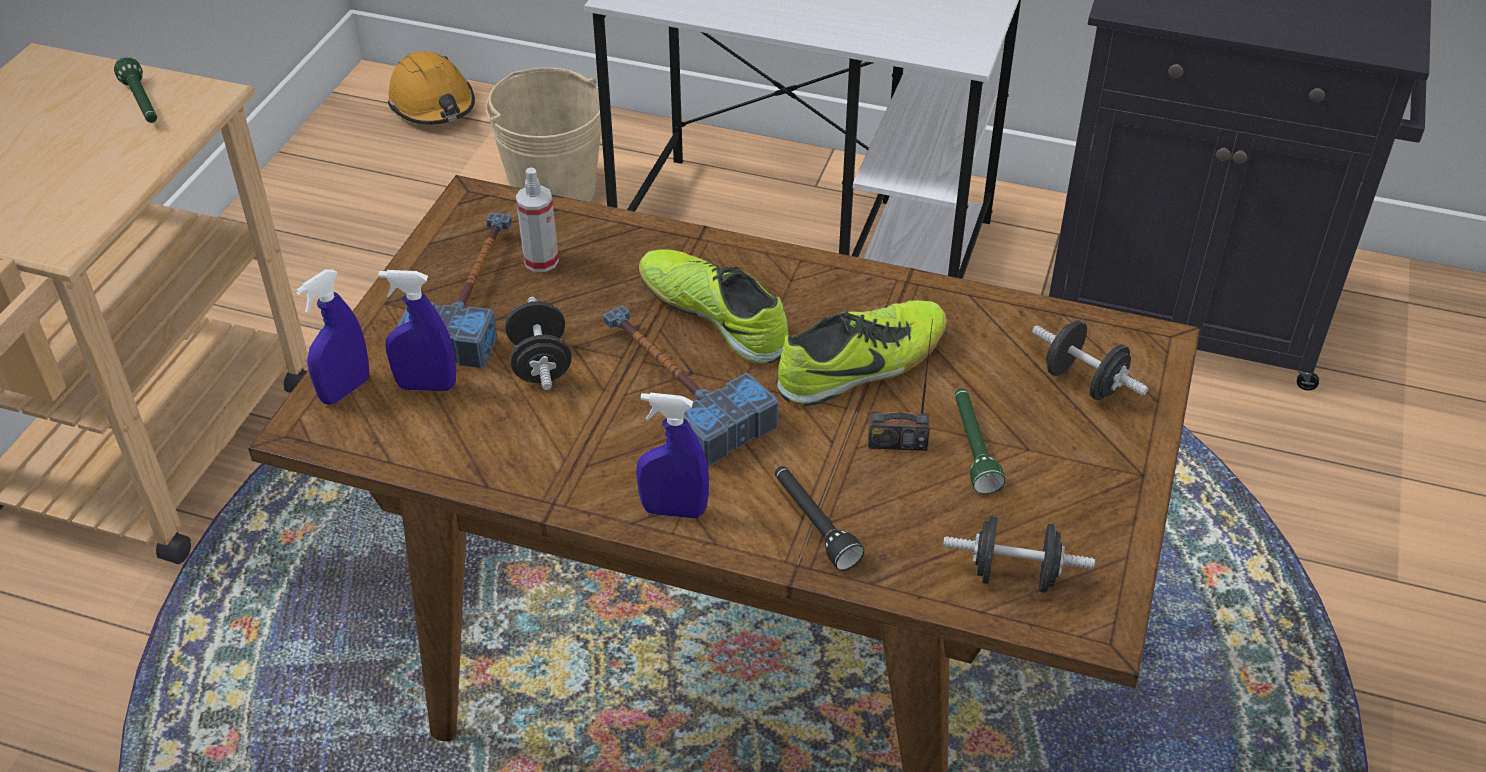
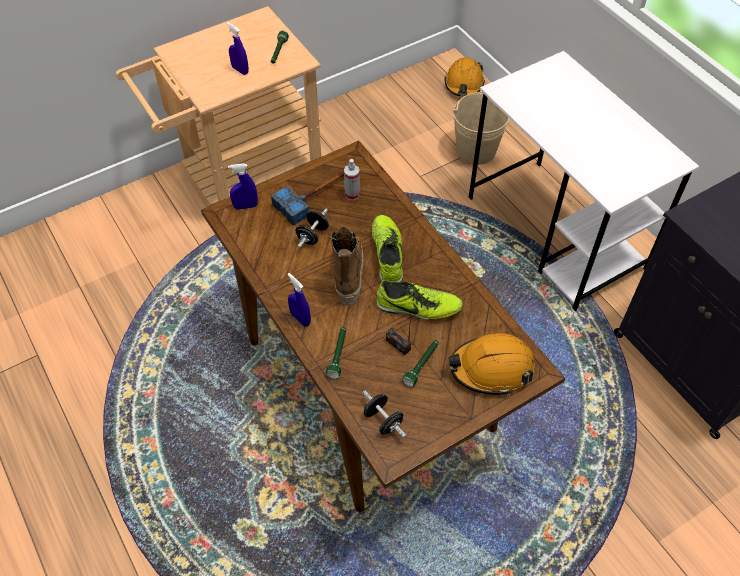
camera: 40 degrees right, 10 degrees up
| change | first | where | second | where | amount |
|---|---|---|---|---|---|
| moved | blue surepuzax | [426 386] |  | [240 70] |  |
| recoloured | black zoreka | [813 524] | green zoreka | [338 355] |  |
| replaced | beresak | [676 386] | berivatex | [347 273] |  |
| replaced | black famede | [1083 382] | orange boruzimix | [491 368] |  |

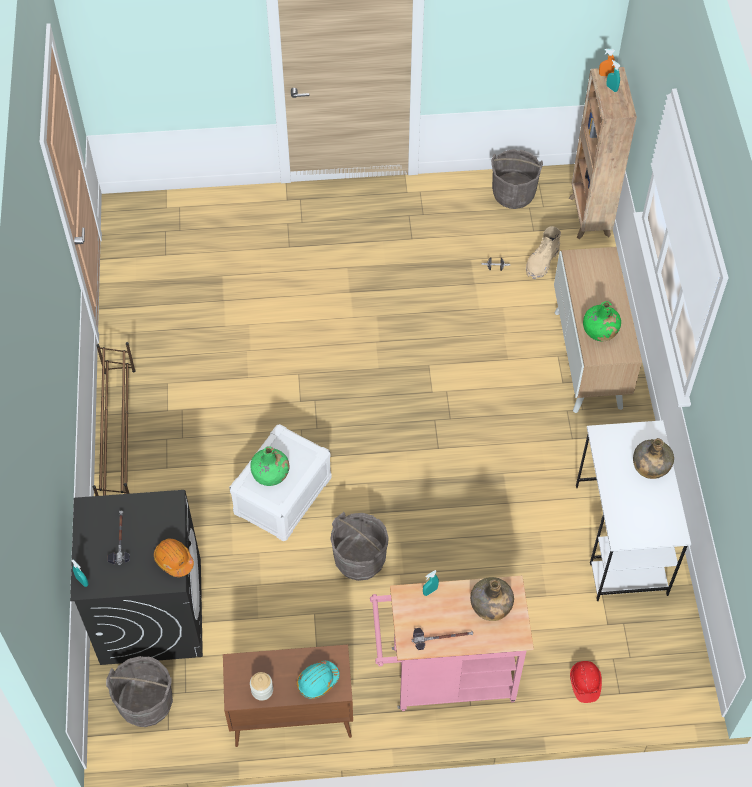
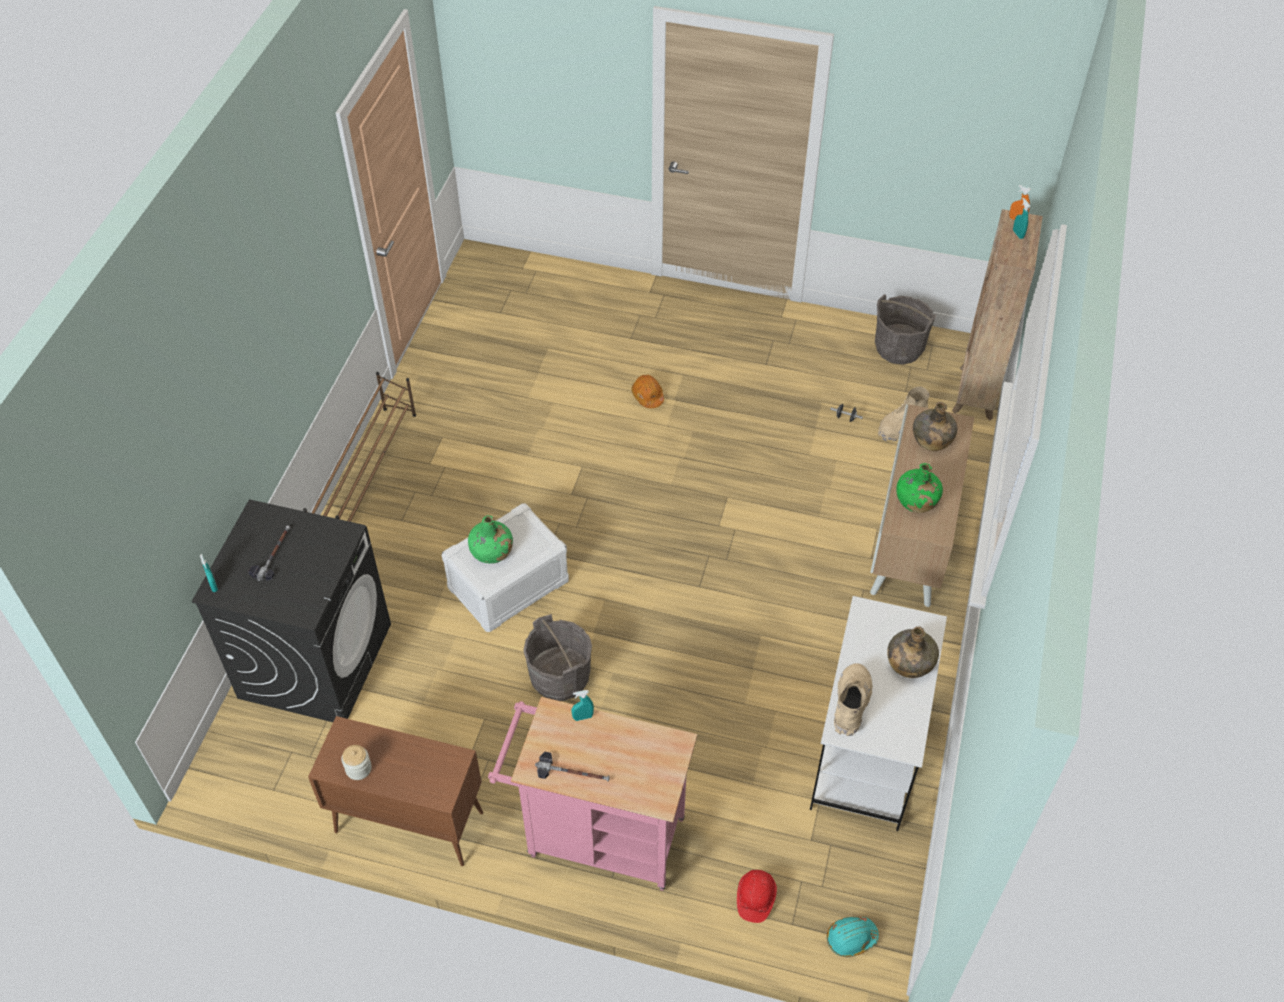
camera: 20 degrees right, 5 degrees down
| change | first | where | second | where | amount |
|---|---|---|---|---|---|
| moved | orange boruzimix | [174 560] |  | [647 396] |  |
| moved | turquoise boruzimix | [317 681] |  | [851 938] |  |
| added |  |  | beige berivatex | [851 703] |  |
| moved | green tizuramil | [490 605] |  | [931 439] |  |
| removed | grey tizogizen | [146 703] |  |  |  |

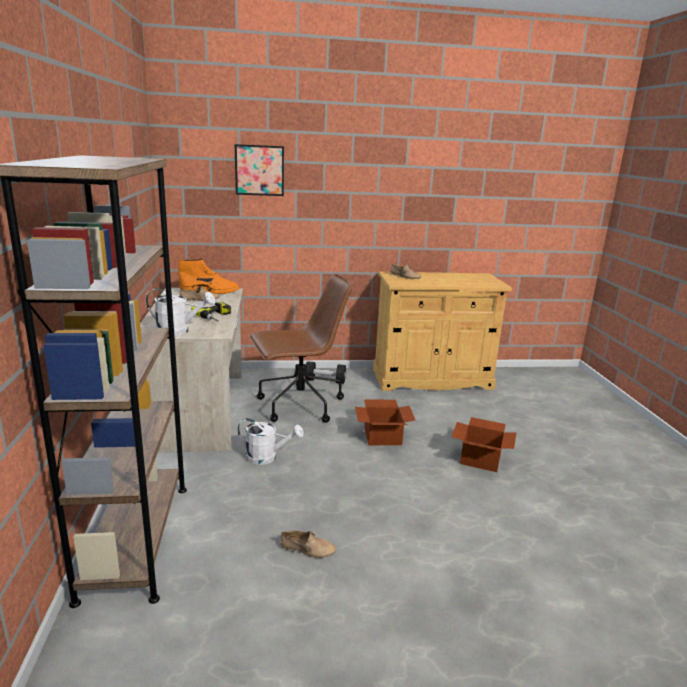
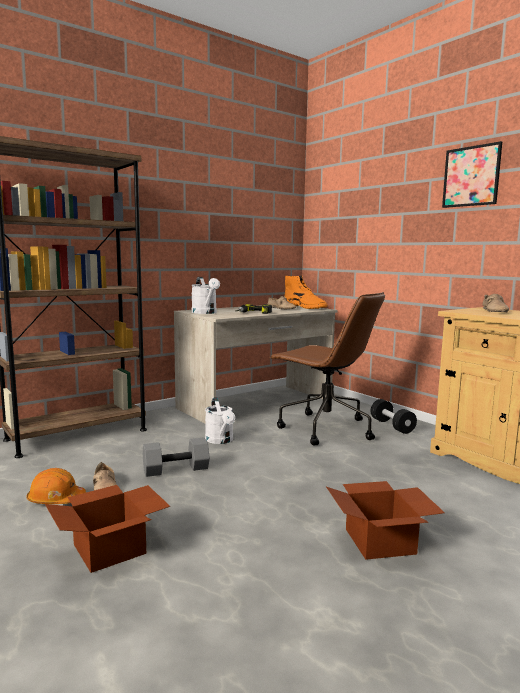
camera: 60 degrees right, 10 degrees down
| change | first | where | second | where | amount |
|---|---|---|---|---|---|
| added |  |  | orange boruzimix | [56 500] |  |
| moved | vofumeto | [383 436] |  | [112 549] |  |
| added |  |  | grey famede | [176 469] |  |
| moved | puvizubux | [259 170] |  | [471 176] |  |

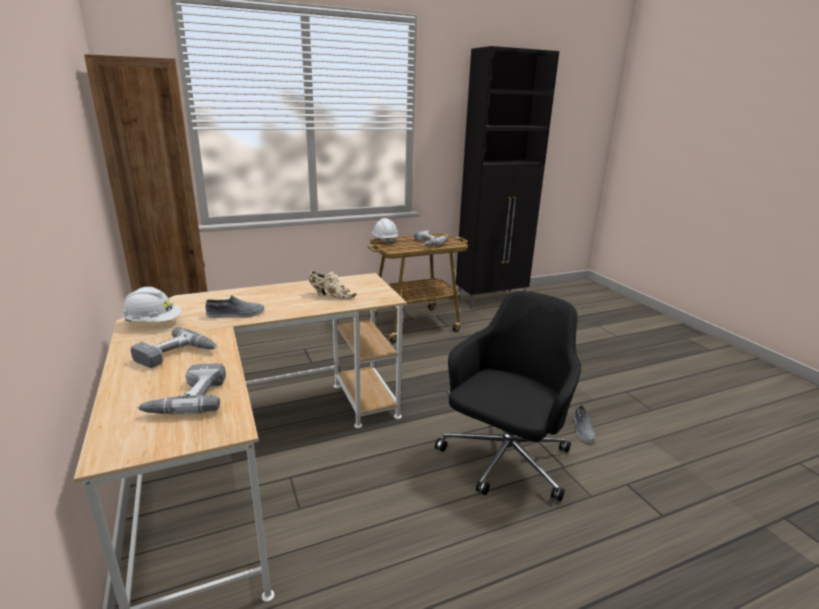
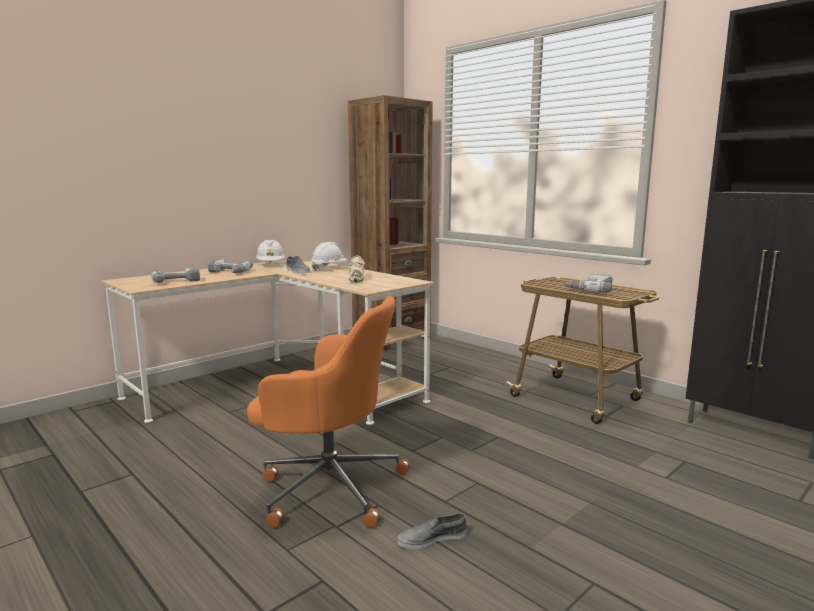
camera: 70 degrees right, 10 degrees down
| change | first | where | second | where | amount |
|---|---|---|---|---|---|
| recoloured | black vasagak | [504 460] | orange vasagak | [328 486] |  |
| moved | white boruzimix | [384 240] |  | [329 268] |  |

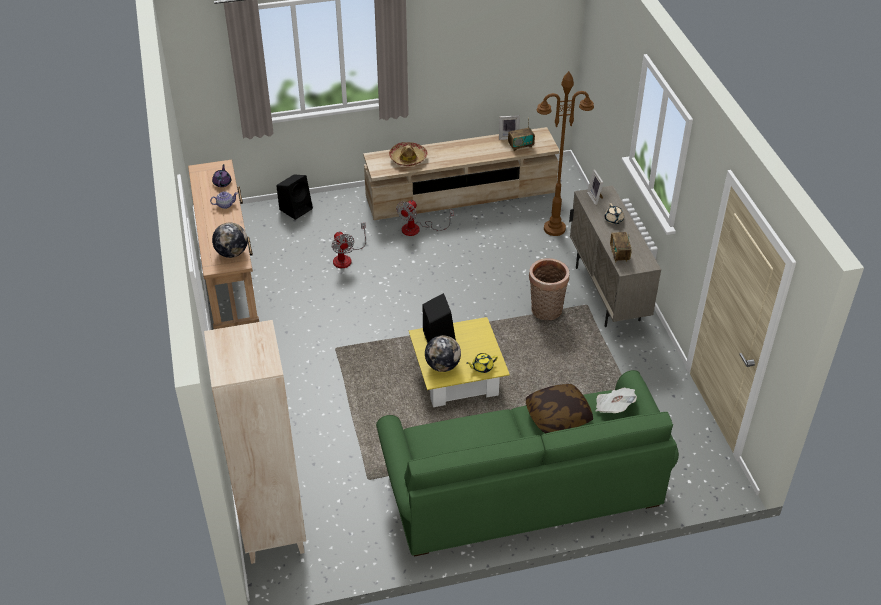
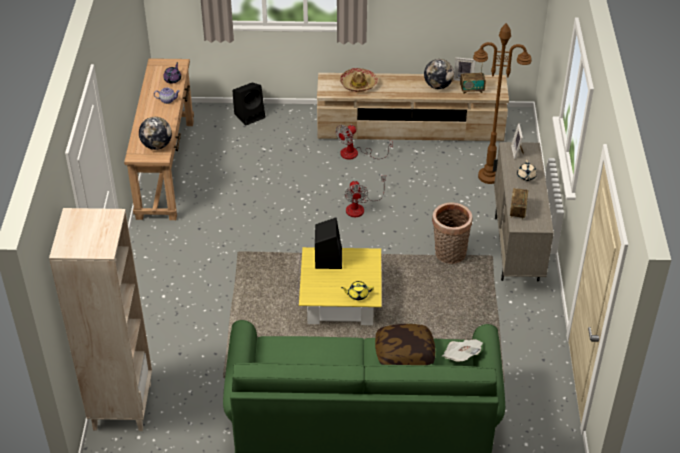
camera: 15 degrees right, 0 degrees up
| change | first | where | second | where | amount |
|---|---|---|---|---|---|
| moved | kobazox | [346 258] |  | [360 207] |  |
| moved | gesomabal | [442 366] |  | [438 86] |  |

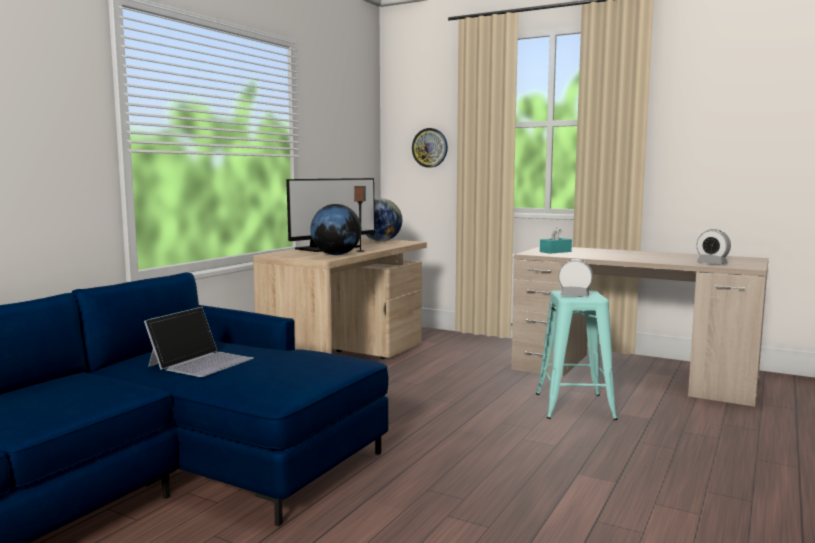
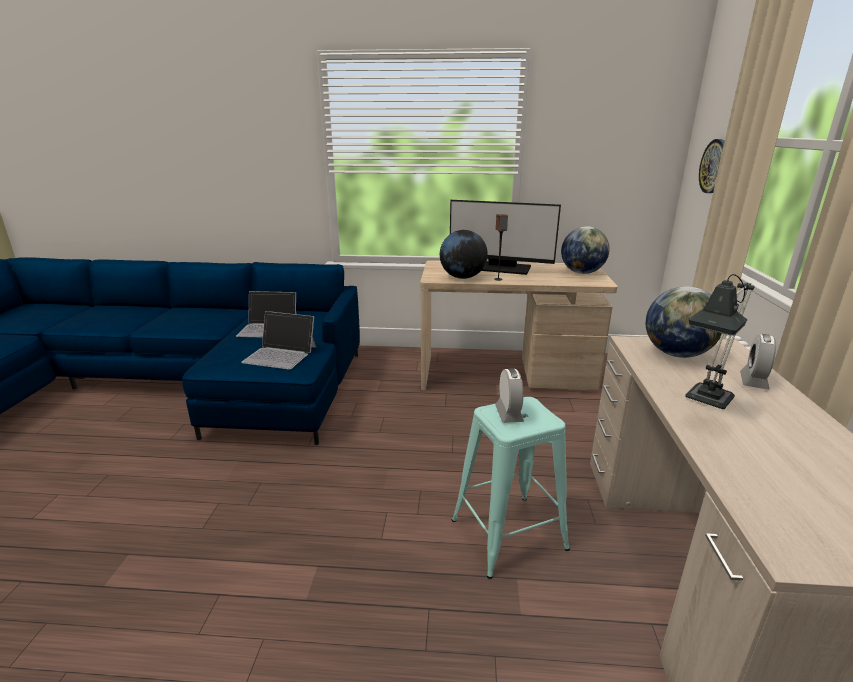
camera: 65 degrees right, 15 degrees up
| change | first | where | second | where | amount |
|---|---|---|---|---|---|
| added |  |  | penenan | [281 354] |  |
| replaced | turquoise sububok | [555 251] | gesomabal | [677 354] |  |
| added |  |  | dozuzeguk | [705 402] |  |
| moved | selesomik | [712 263] |  | [753 381] |  |

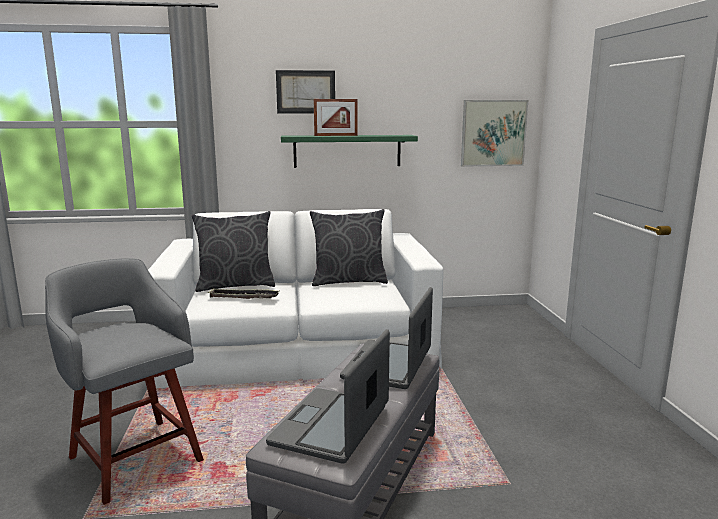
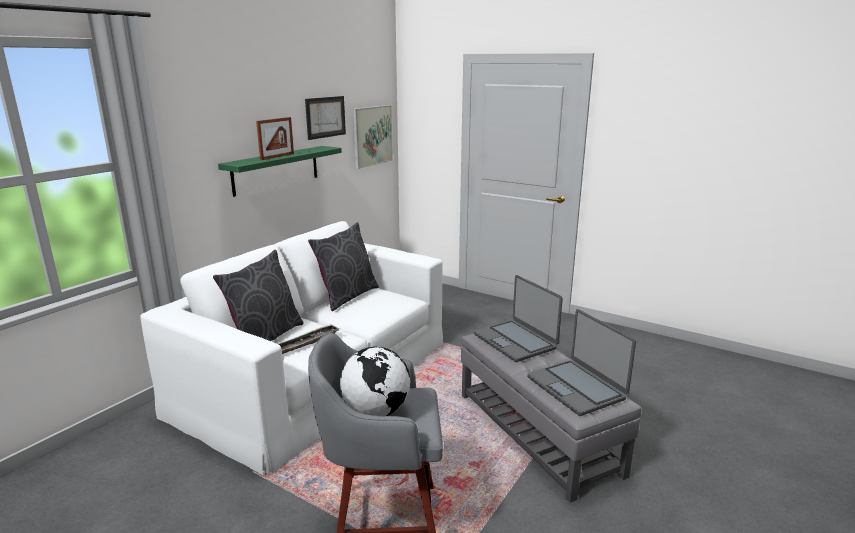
camera: 50 degrees left, 5 degrees up
| change | first | where | second | where | amount |
|---|---|---|---|---|---|
| moved | puvizubux | [305 92] |  | [325 117] |  |
| added |  |  | gesomabal | [376 411] |  |

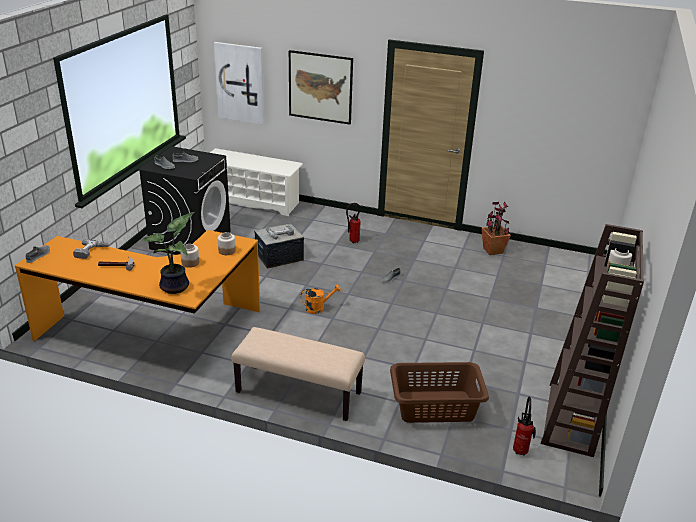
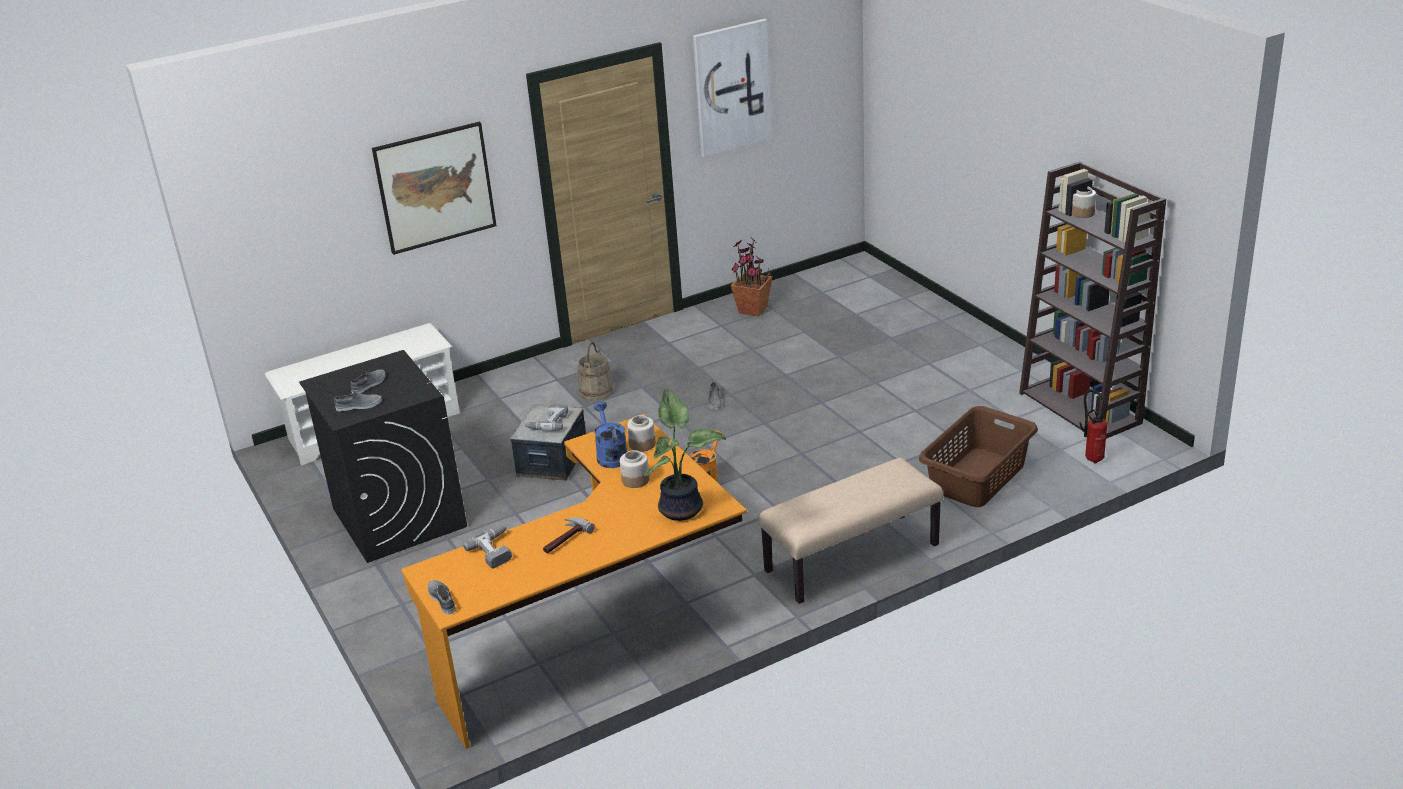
camera: 45 degrees left, 0 degrees up
| change | first | where | second | where | amount |
|---|---|---|---|---|---|
| replaced | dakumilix | [352 241] | beige tizogizen | [596 392] |  |
| added |  |  | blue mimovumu | [610 455] |  |
| moved | puvizubux | [240 83] |  | [731 87] |  |

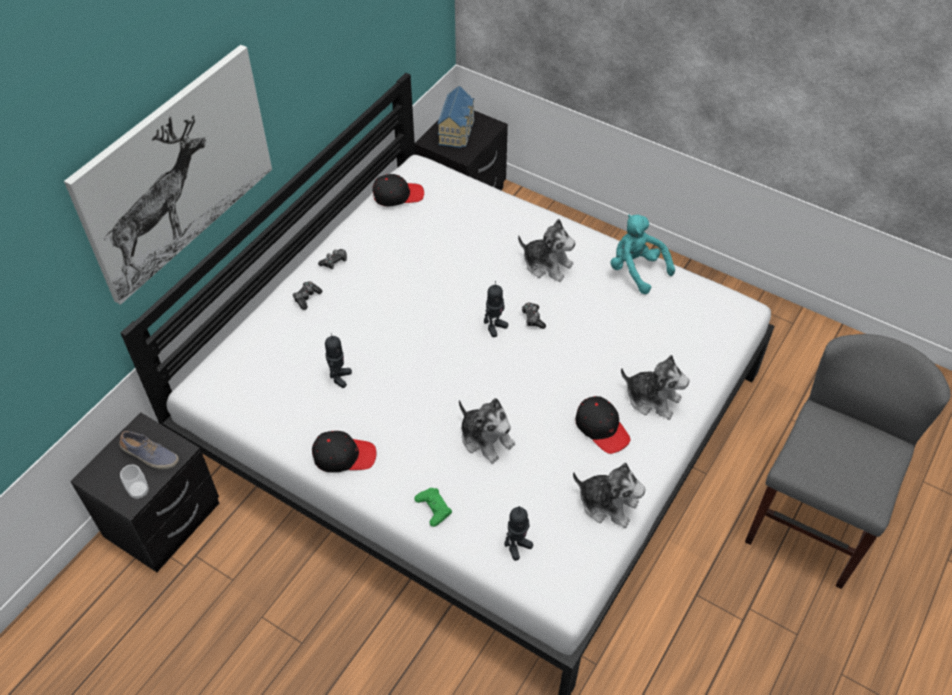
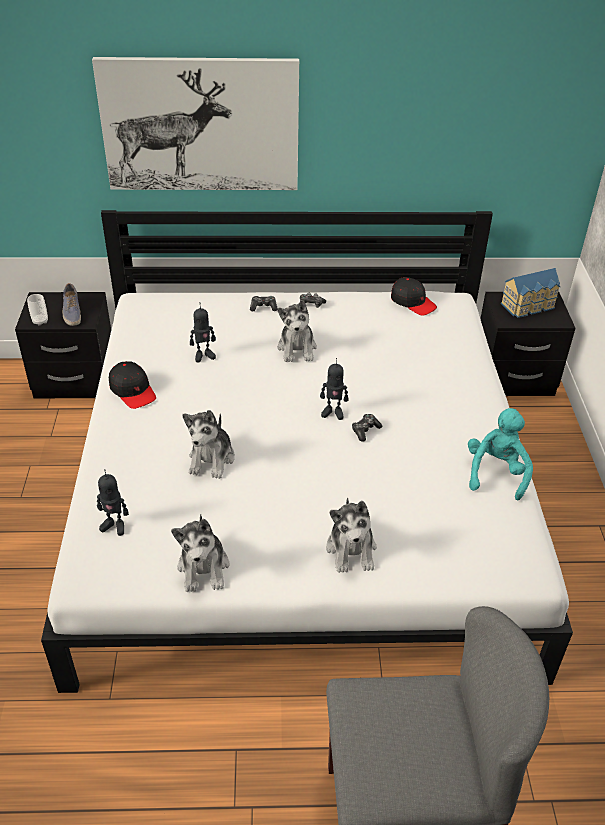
camera: 55 degrees right, 10 degrees down
| change | first | where | second | where | amount |
|---|---|---|---|---|---|
| moved | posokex | [547 265] |  | [297 348] |  |
| removed | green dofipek | [433 508] |  |  |  |
| removed | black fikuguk | [602 428] |  |  |  |

